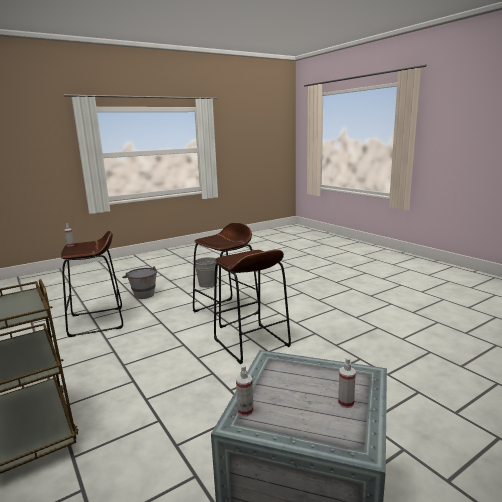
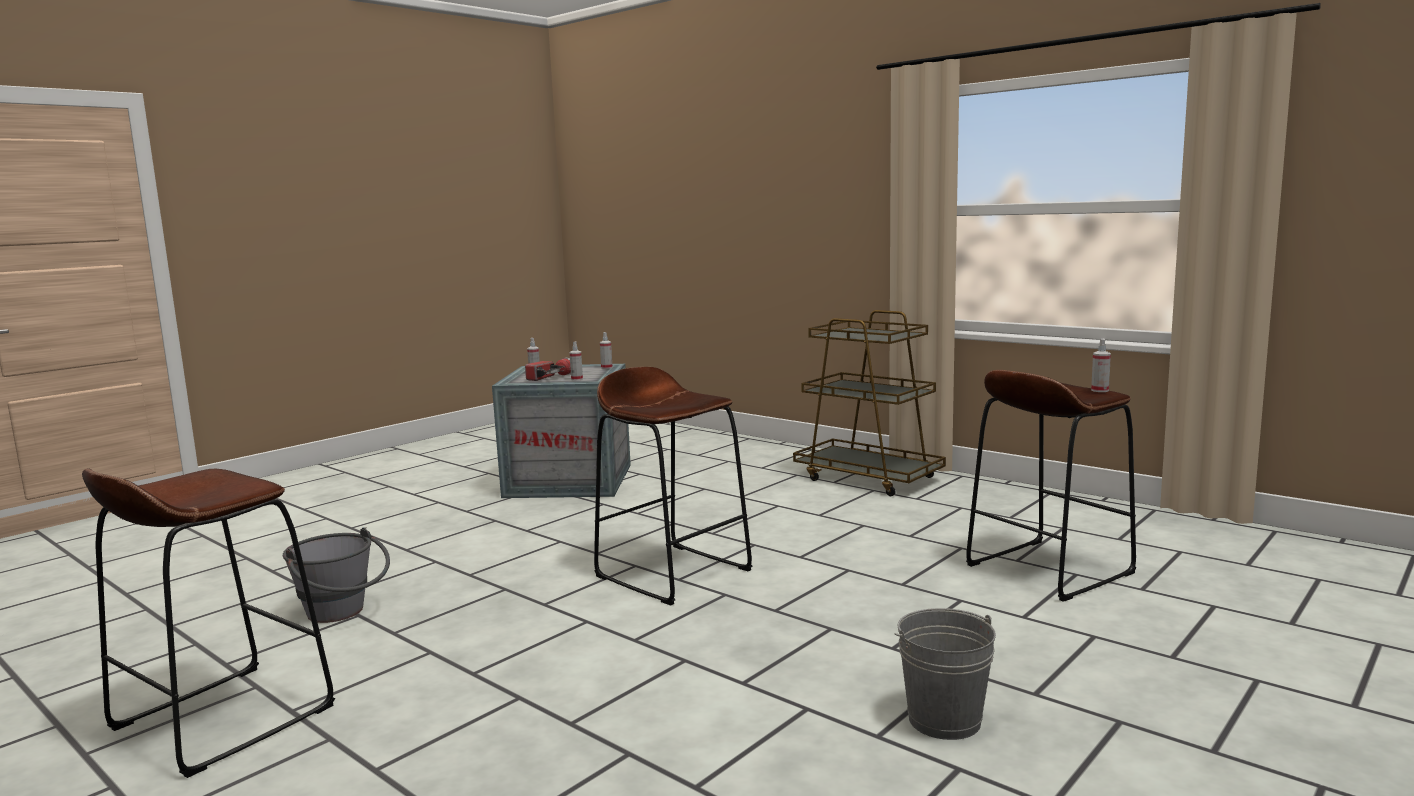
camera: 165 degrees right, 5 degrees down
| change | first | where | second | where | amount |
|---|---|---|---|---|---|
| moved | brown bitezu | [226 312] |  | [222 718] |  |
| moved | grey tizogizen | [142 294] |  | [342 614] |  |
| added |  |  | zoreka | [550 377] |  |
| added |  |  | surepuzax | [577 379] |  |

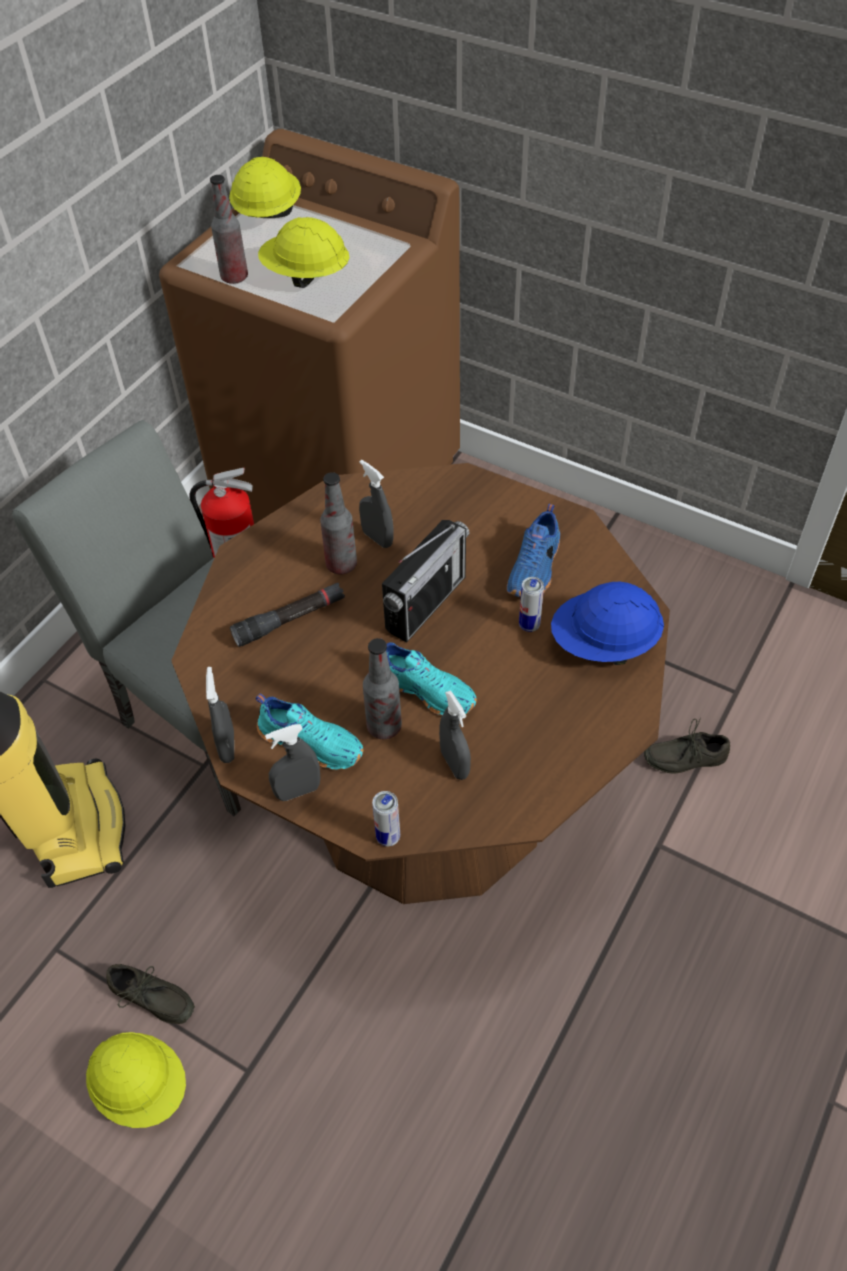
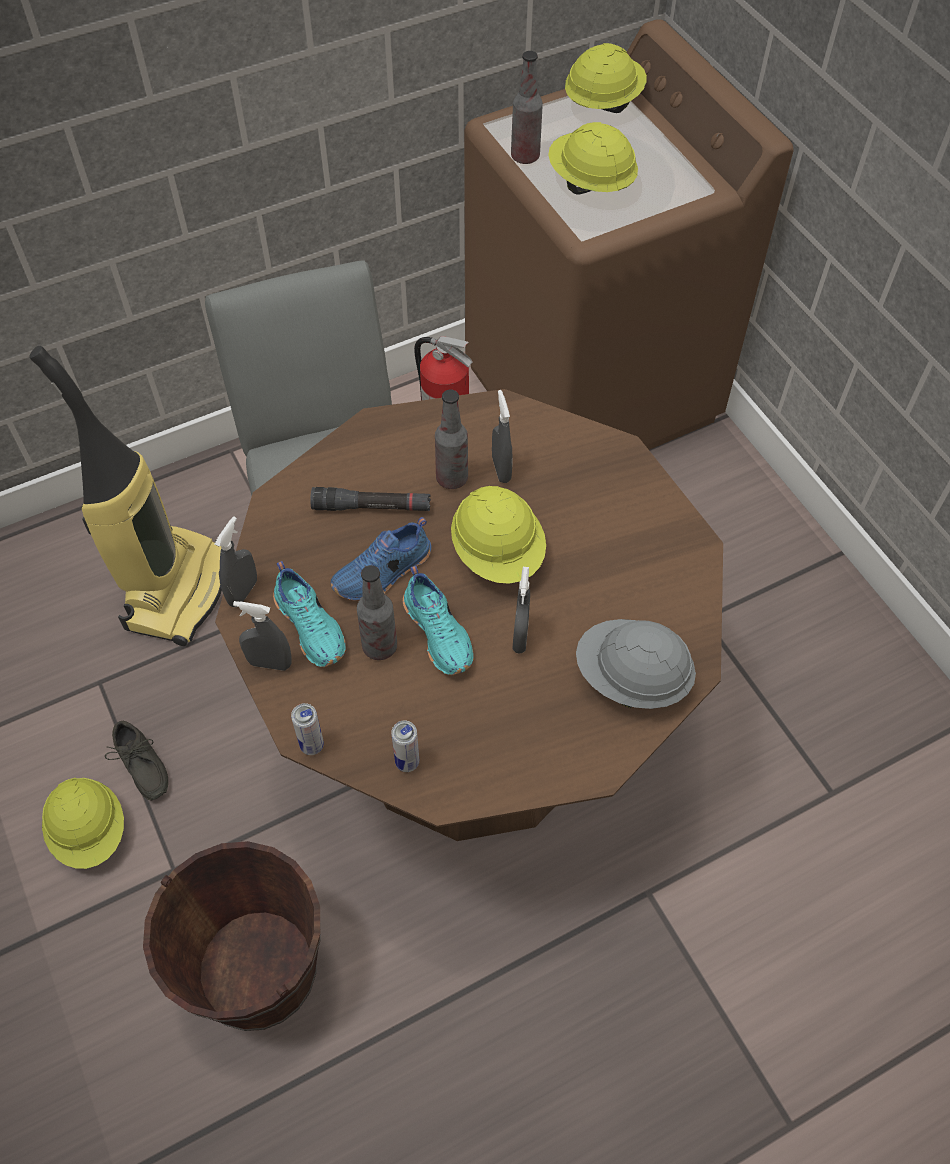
camera: 30 degrees right, 5 degrees up
| change | first | where | second | where | amount |
|---|---|---|---|---|---|
| added |  |  | brown tizogizen | [258 970] |  |
| moved | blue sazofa | [535 569] |  | [384 573] |  |
| moved | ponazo | [529 625] |  | [407 762] |  |
| replaced | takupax | [426 603] | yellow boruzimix | [498 553] |  |
| moved | grey surepuzax | [454 764] |  | [520 636] |  |
| recoloured | blue boruzimix | [604 643] | grey boruzimix | [631 678] |  |
| removed | grey sazofa | [684 756] |  |  |  |

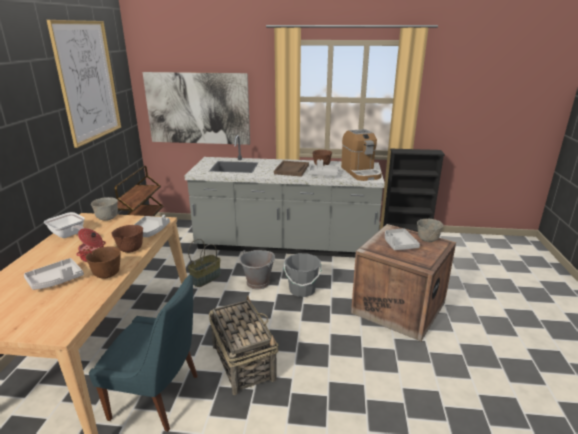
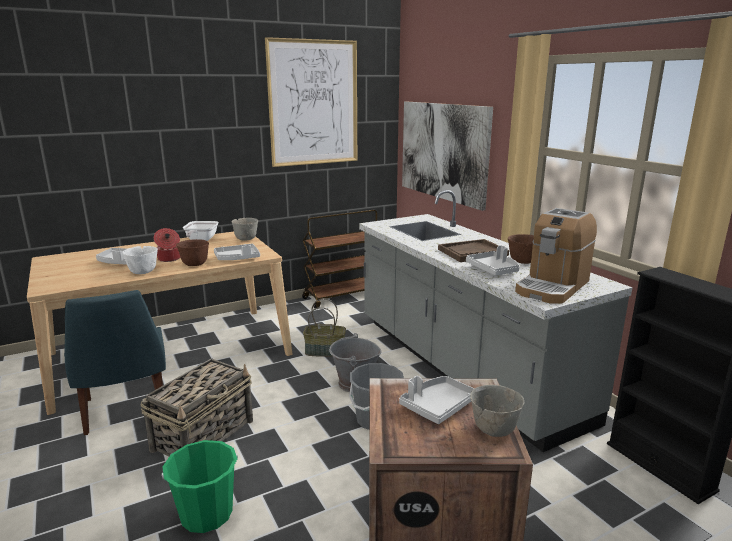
camera: 55 degrees right, 5 degrees down
| change | first | where | second | where | amount |
|---|---|---|---|---|---|
| recoloured | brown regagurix | [107 274] | white regagurix | [143 272] |  |
| added |  |  | green tizogizen | [206 514] |  |

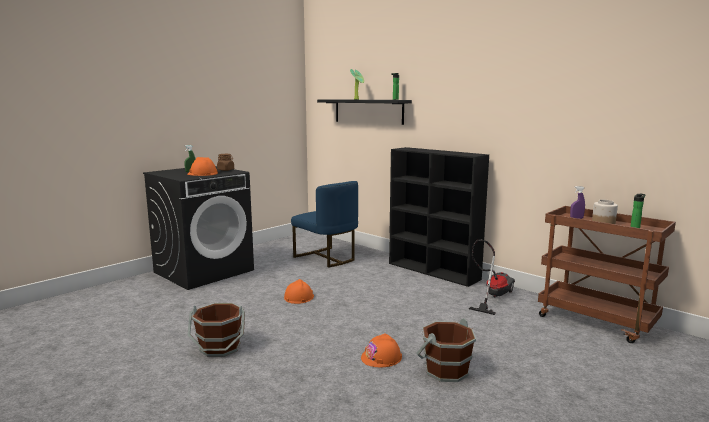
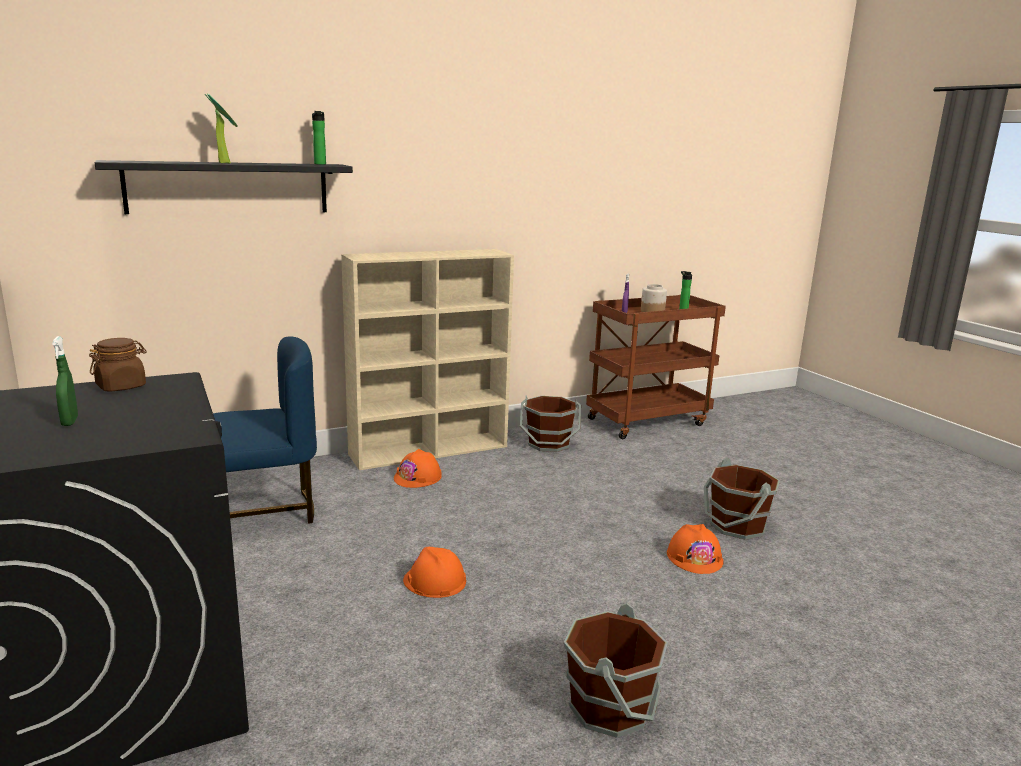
camera: 70 degrees left, 5 degrees up
| change | first | where | second | where | amount |
|---|---|---|---|---|---|
| recoloured | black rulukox | [434 271] | beige rulukox | [430 450] |  |
| moved | orange boruzimix | [202 174] |  | [418 477] |  |
| replaced | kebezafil | [492 296] | brown tizogizen | [549 444] |  |

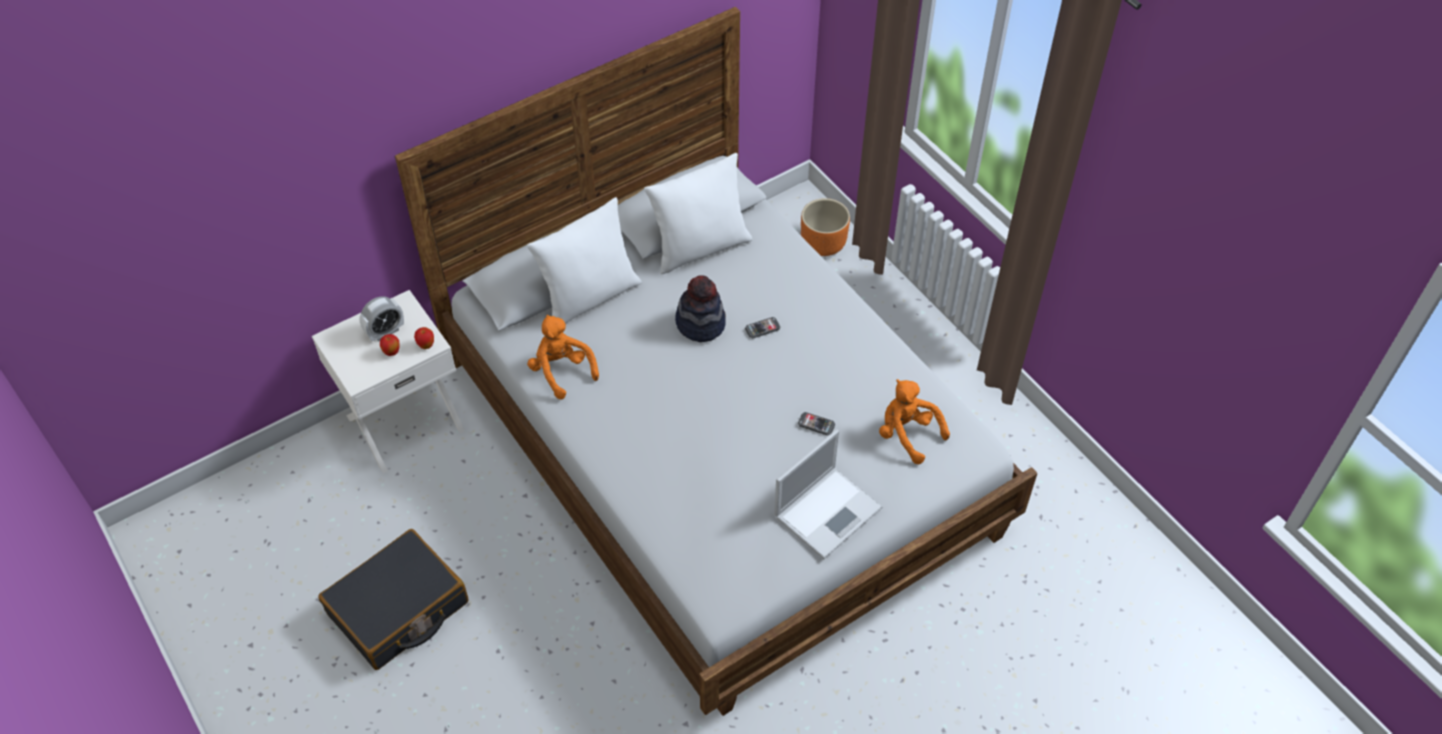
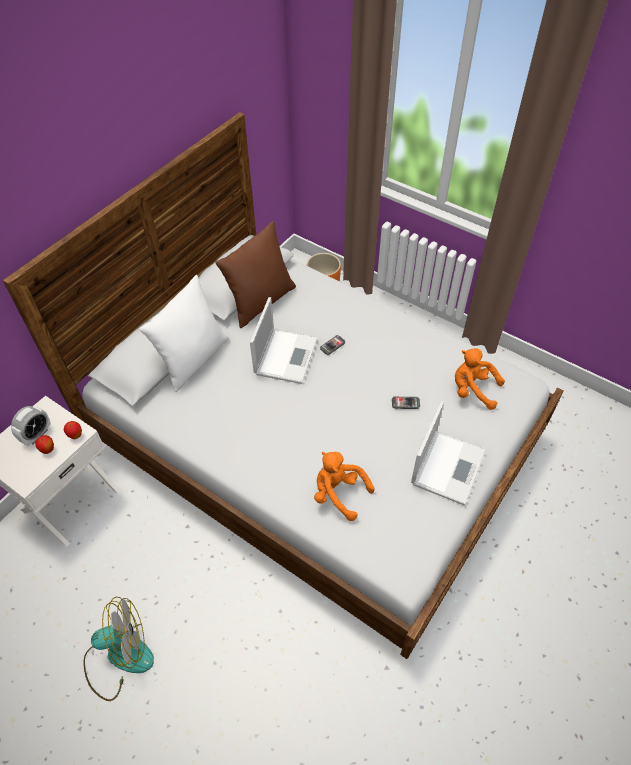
camera: 20 degrees left, 0 degrees up
| change | first | where | second | where | amount |
|---|---|---|---|---|---|
| replaced | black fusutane | [398 609] | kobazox | [119 657] |  |
| recoloured | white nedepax | [700 248] | brown nedepax | [260 302] |  |
| replaced | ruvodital | [700 323] | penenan | [286 355] |  |
| moved | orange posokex | [561 371] |  | [338 493] |  |

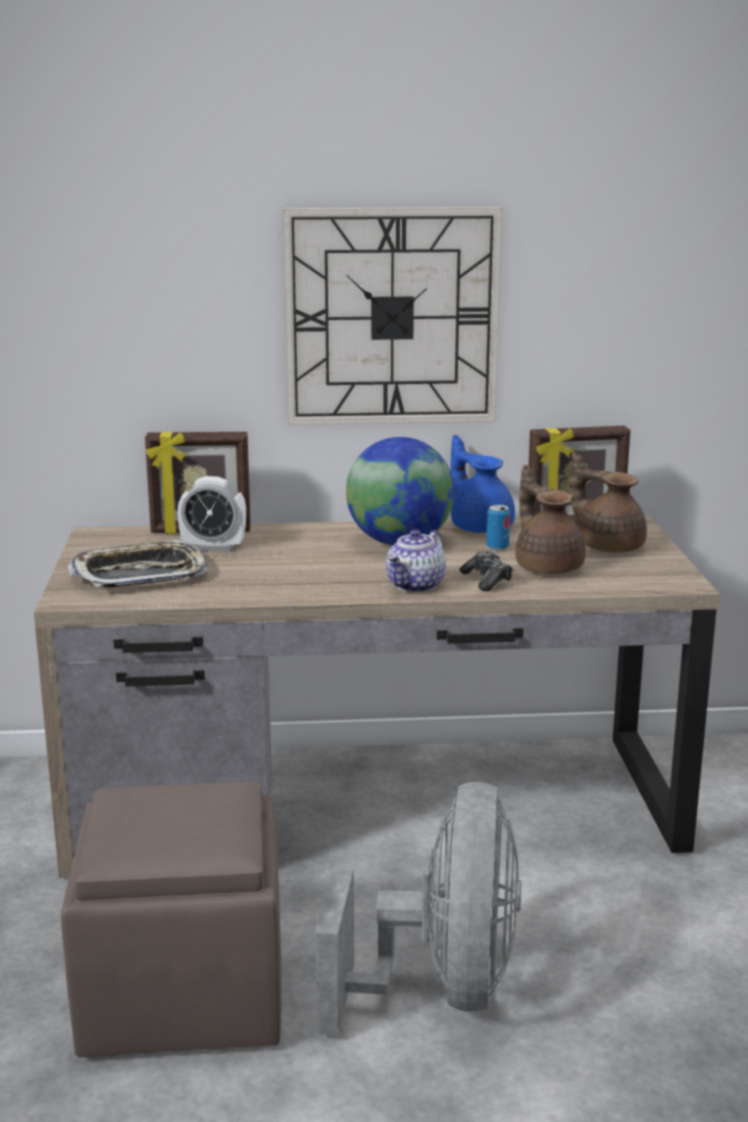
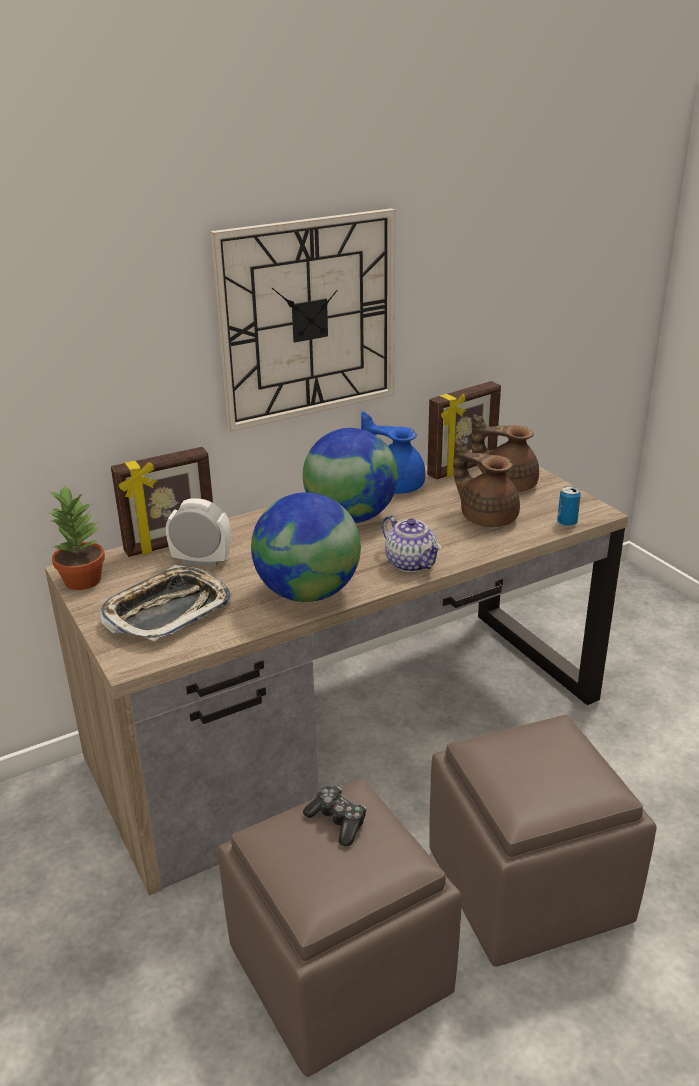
camera: 25 degrees left, 10 degrees up
| change | first | where | second | where | amount |
|---|---|---|---|---|---|
| added |  |  | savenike | [82 580] |  |
| turned | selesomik | [213 547] |  | [201 561] | 150 degrees counterclockwise |
| added |  |  | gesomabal | [308 593] |  |
| moved | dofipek | [487 580] |  | [337 821] |  |
| turned | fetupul | [416 586] |  | [411 563] | 45 degrees counterclockwise |
| replaced | grey kobazox | [441 989] | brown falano | [525 885] |  |
| moved | ponazo | [497 547] |  | [567 522] |  |

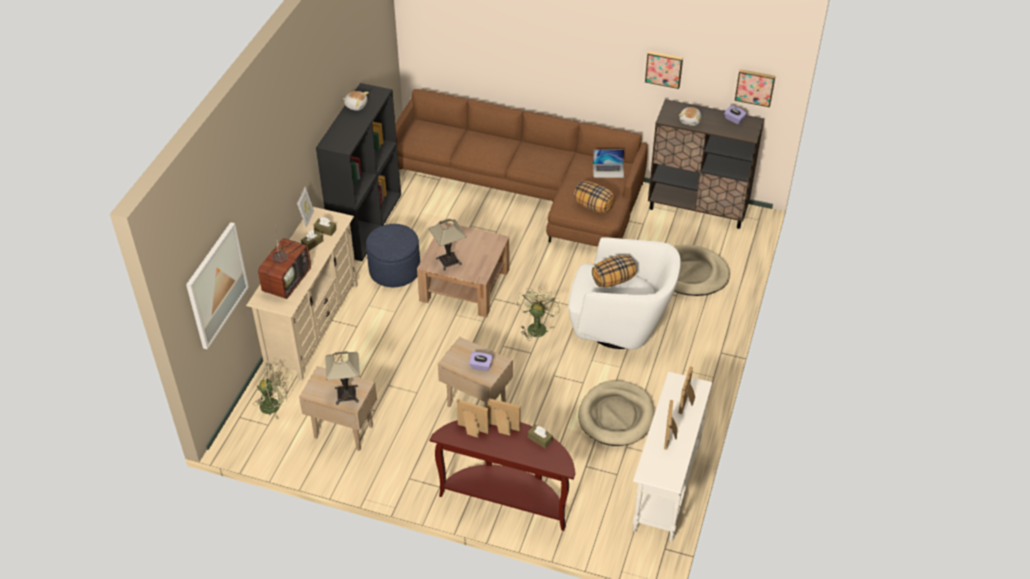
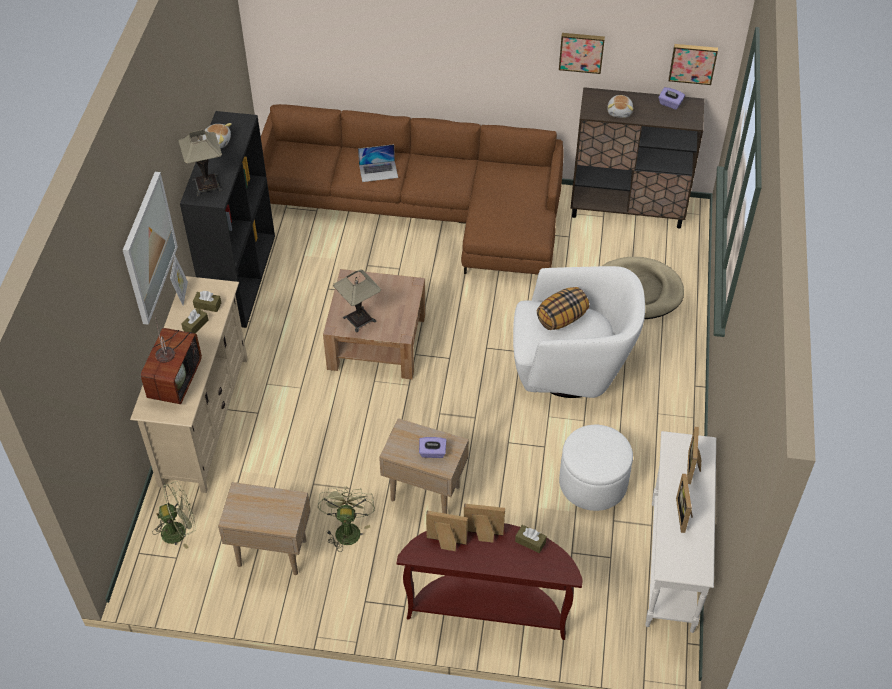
camera: 10 degrees left, 5 degrees up
| change | first | where | second | where | amount |
|---|---|---|---|---|---|
| moved | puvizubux | [216 285] |  | [148 248] |  |
| moved | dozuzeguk | [346 395] |  | [207 185] |  |
| moved | green kobazox | [536 326] |  | [347 529] |  |
| moved | penenan | [608 170] |  | [378 171] |  |
| replaced | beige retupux | [616 416] | white falano | [593 483] |  |
| removed | blue falano | [395 270] |  |  |  |
| removed | nedepax | [594 206] |  |  |  |

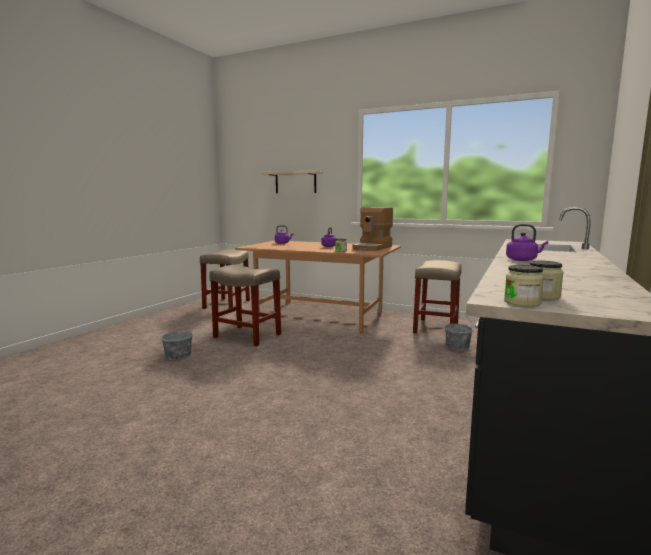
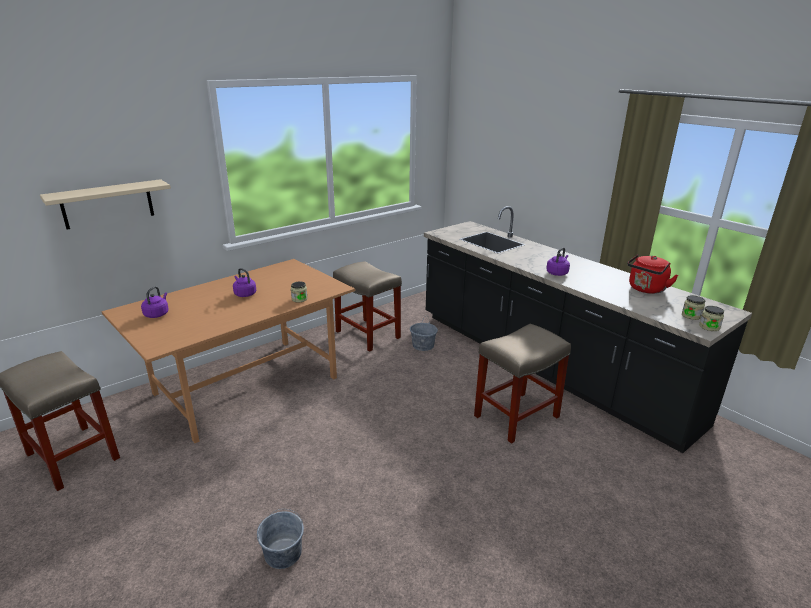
camera: 65 degrees left, 15 degrees up
| change | first | where | second | where | amount |
|---|---|---|---|---|---|
| moved | beige bitezu | [246 336] |  | [516 417] |  |
| added |  |  | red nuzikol | [646 289] |  |
| removed | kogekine | [373 248] |  |  |  |

